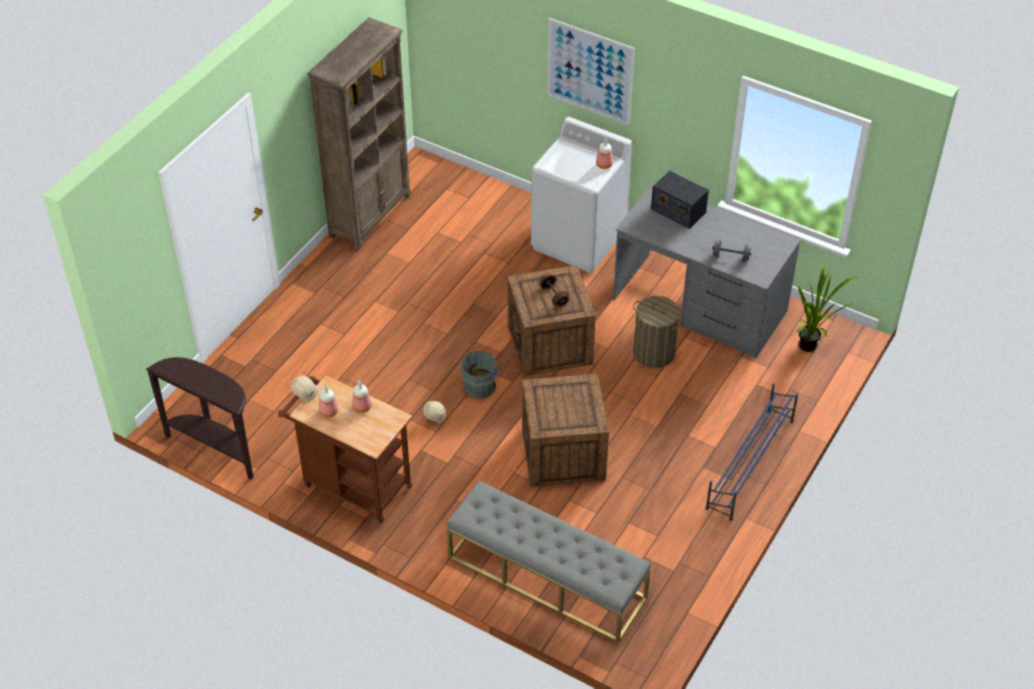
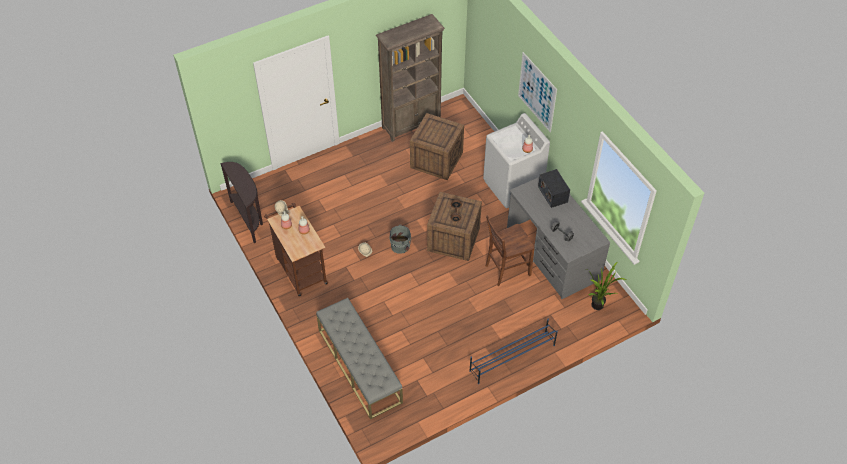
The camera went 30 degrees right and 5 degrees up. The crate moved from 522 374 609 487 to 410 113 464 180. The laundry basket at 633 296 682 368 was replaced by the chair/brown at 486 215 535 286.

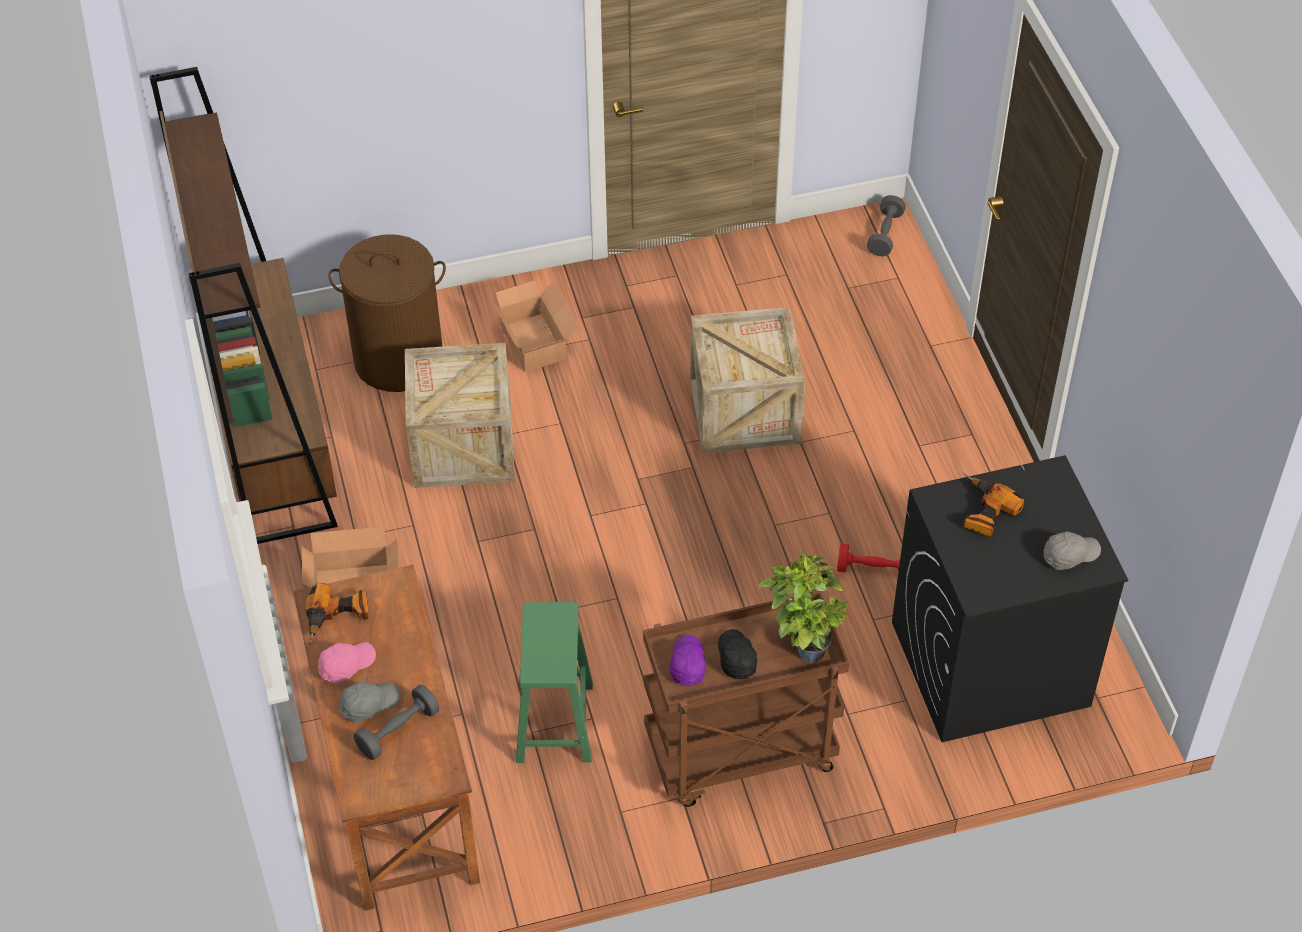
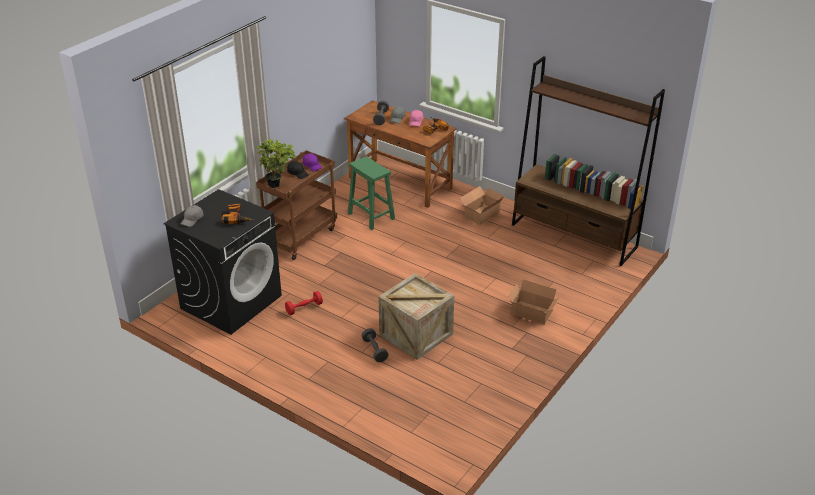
The camera went 140 degrees right and 15 degrees down. The laundry basket/brown at 328 234 446 392 disappeared. The crate at 405 343 515 488 disappeared. The dumbbell/grey moved from 867 195 906 256 to 362 328 388 362.

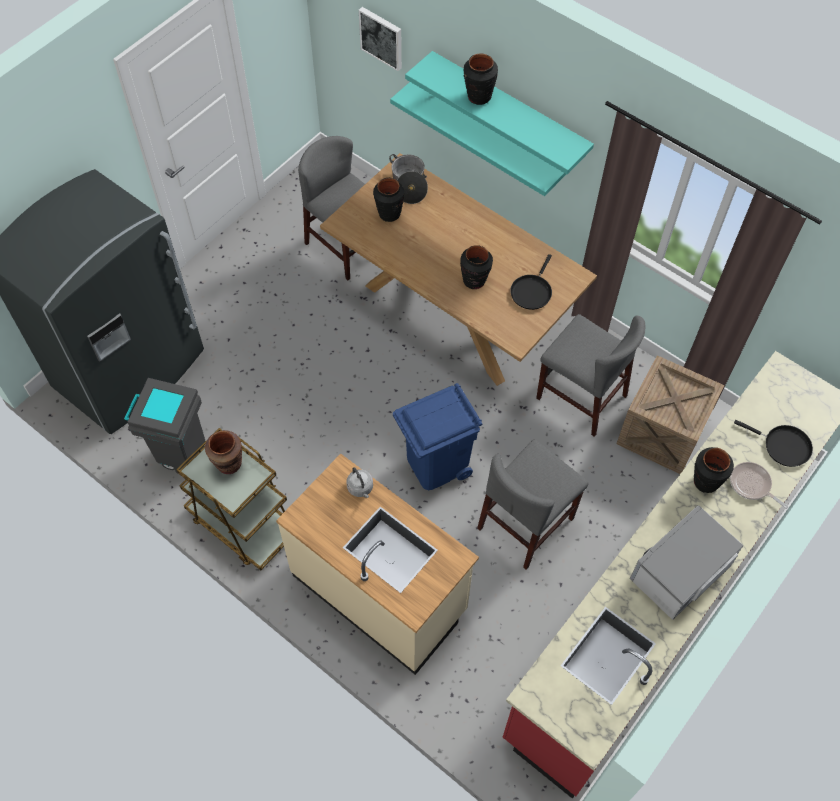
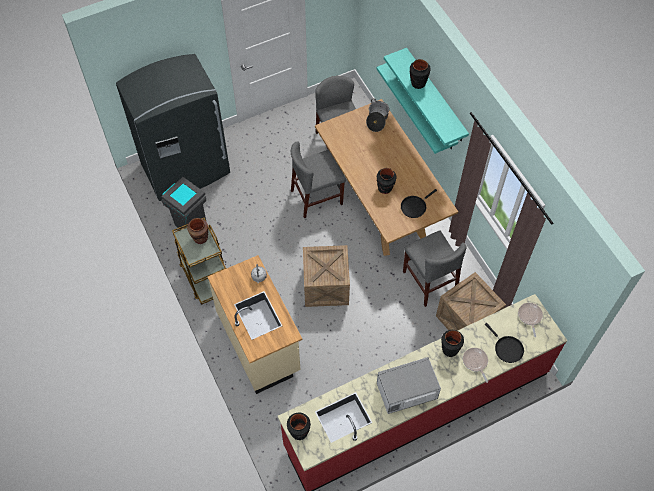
The camera went 25 degrees right and 0 degrees up. The picture at 359 7 402 71 disappeared. The vase/black moved from 373 178 404 222 to 287 412 311 440. The trash can/blue at 393 383 482 490 was replaced by the crate at 303 245 350 307. The chair/grey moved from 477 440 588 570 to 291 141 346 218. The frying pan at 518 303 543 337 appeared.

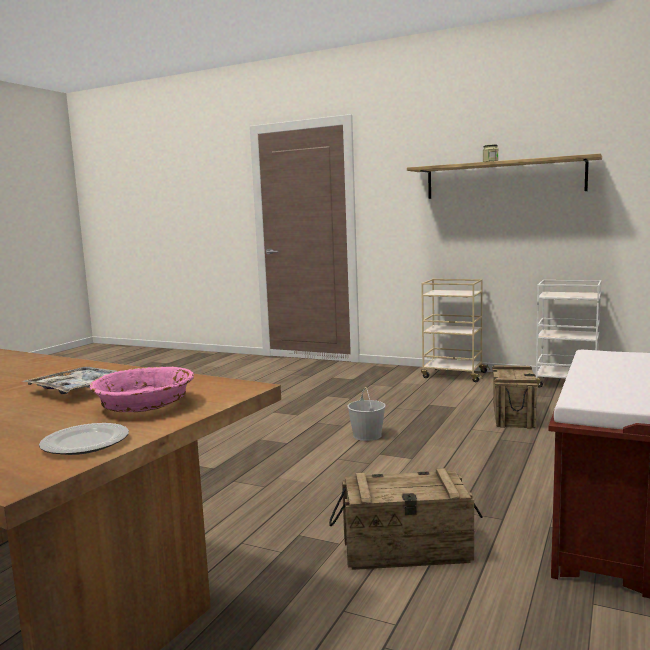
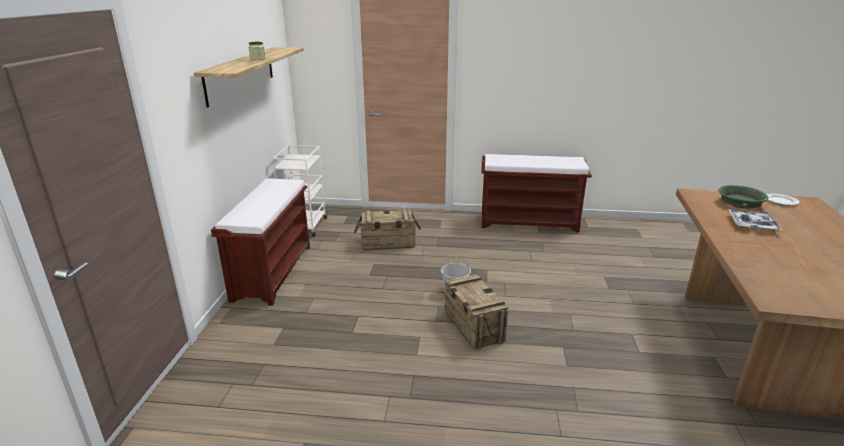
The camera went 110 degrees left and 15 degrees up. The bowl/pink at 90 367 194 412 became the bowl/green at 719 185 769 208. The crate moved from 329 468 483 570 to 445 274 508 350. The cart/beige at 421 279 490 382 was replaced by the bench/brown at 211 178 310 306.

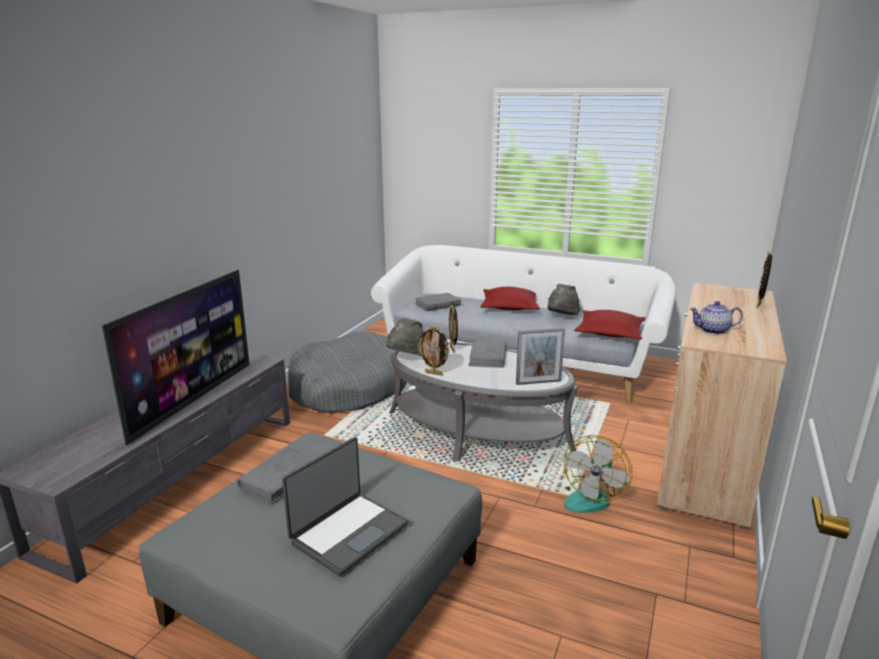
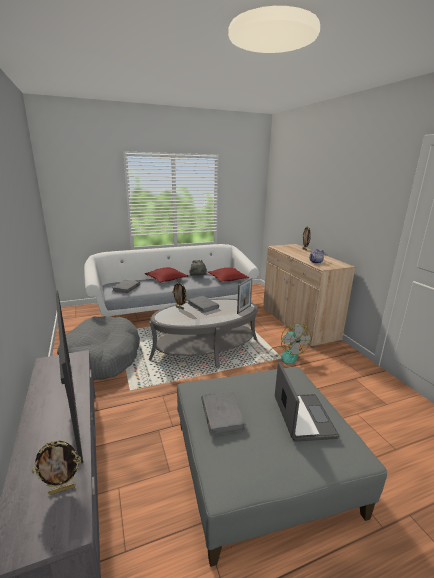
The camera went 45 degrees left and 0 degrees up. The hat/grey at 386 318 424 356 disappeared. The picture frame moved from 418 326 450 376 to 32 441 81 495.

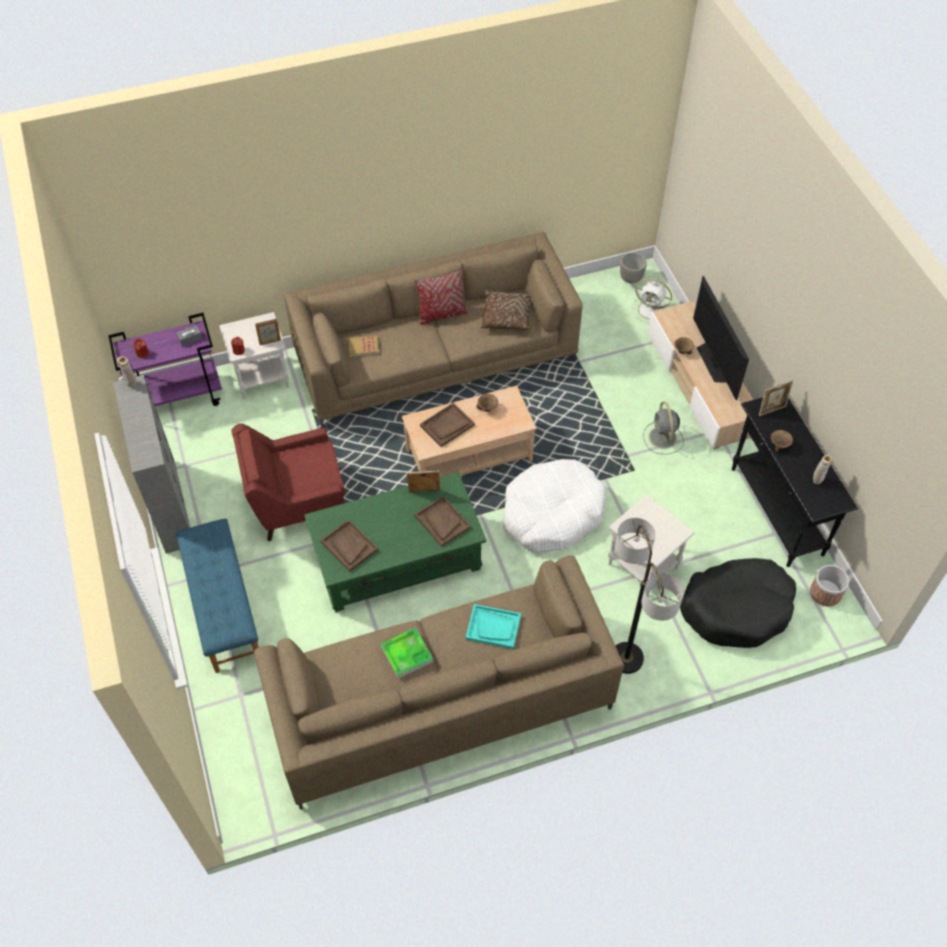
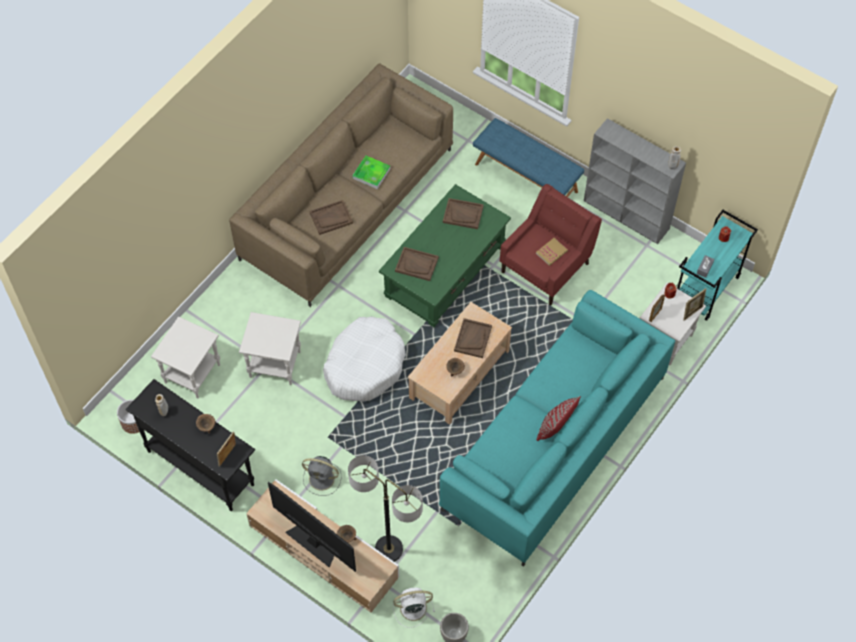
The camera went 145 degrees right and 5 degrees up. The cart/purple at 108 313 222 406 became the cart/turquoise at 676 210 758 321. The sofa/brown at 284 232 583 427 became the sofa/turquoise at 439 290 675 567. The book moved from 348 335 379 357 to 536 238 568 266. The picture frame moved from 406 470 440 492 to 683 288 706 321. The tray/turquoise at 466 604 521 649 became the tray/brown at 310 200 353 235. The pillow/brown at 480 290 531 330 disappeared. The floor lamp moved from 615 518 684 674 to 348 455 423 562. The fan/grey at 643 401 684 454 turned 150 degrees clockwise. The dog bed/black at 680 558 796 648 was replaced by the side table/white at 151 316 220 398.

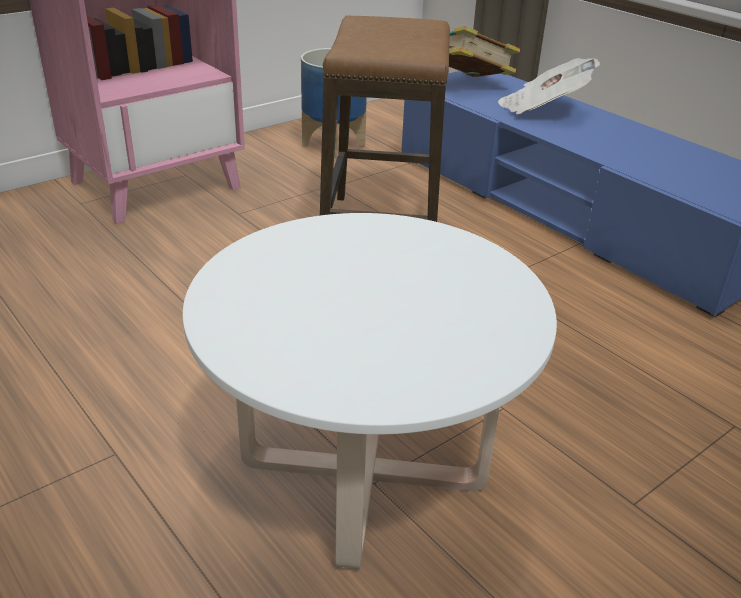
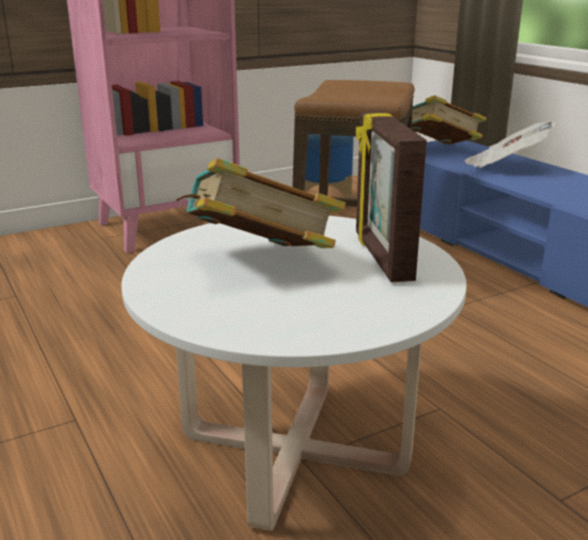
The camera went 10 degrees right and 10 degrees down. The book at 176 158 346 248 appeared. The picture frame at 356 111 427 282 appeared.

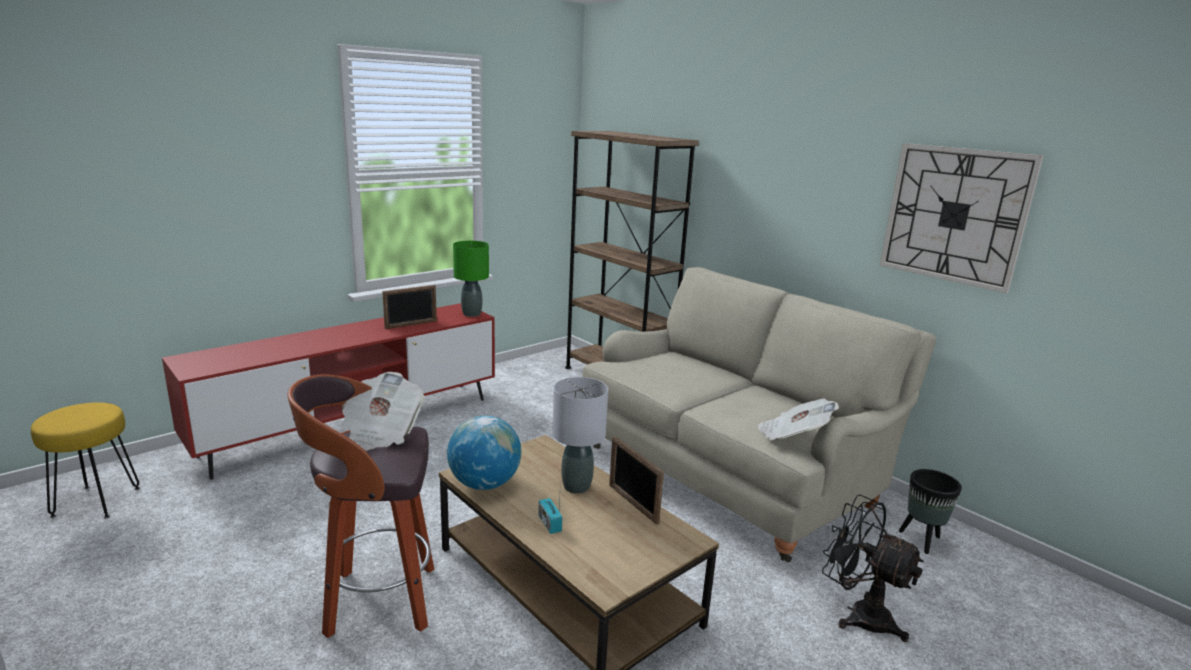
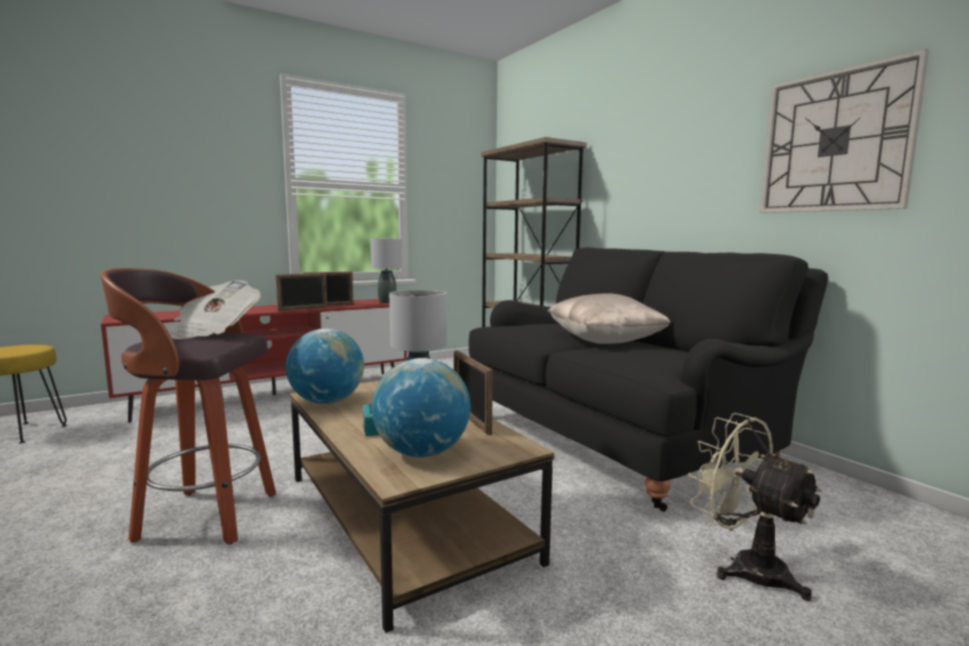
The camera went 10 degrees right and 10 degrees down. The table lamp/green at 453 241 489 317 became the table lamp/grey at 370 239 402 303. The sofa/beige at 582 267 936 563 became the sofa/black at 469 247 828 512. The newspaper at 757 398 839 441 disappeared. The fan/black at 822 494 924 642 became the fan/beige at 688 413 823 601. The planter/black at 899 469 962 554 disappeared. The picture frame at 276 273 327 311 appeared. The globe at 372 358 470 457 appeared. The pillow/beige at 547 293 671 344 appeared.

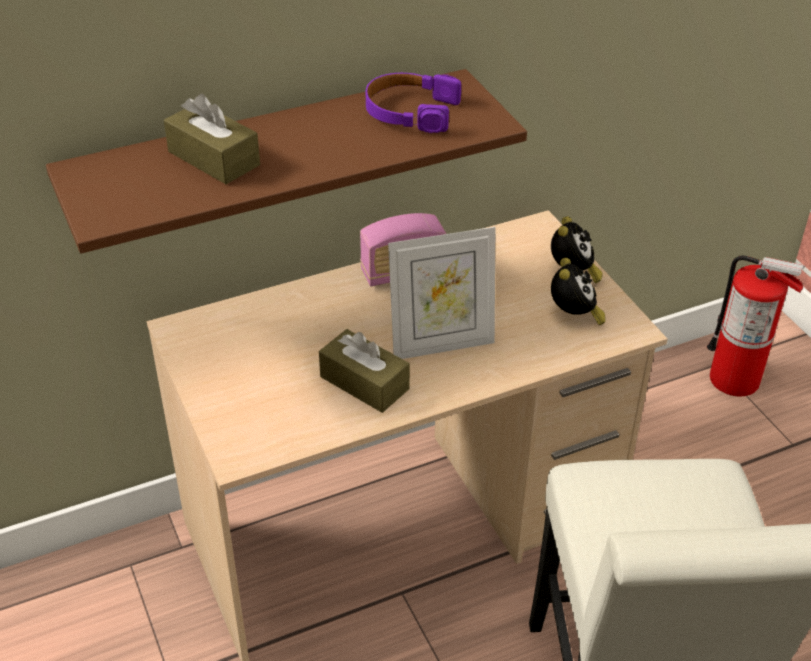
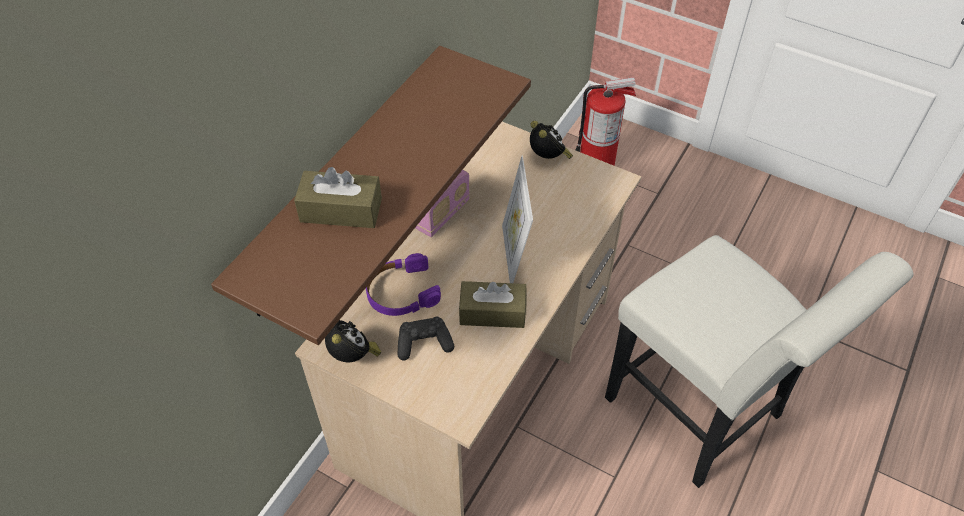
The camera went 35 degrees left and 10 degrees up. The headphones/purple moved from 366 73 461 133 to 366 253 441 316. The picture frame at 388 227 495 359 turned 135 degrees clockwise. The alarm clock moved from 551 258 605 325 to 325 320 381 362. The game controller/black at 398 317 454 361 appeared.

